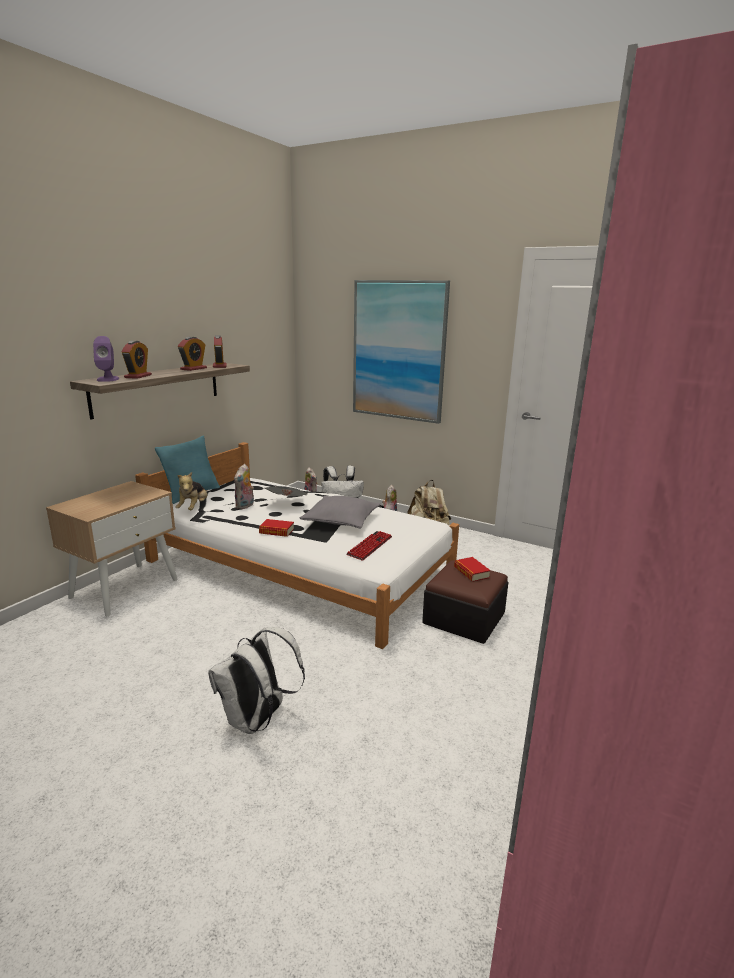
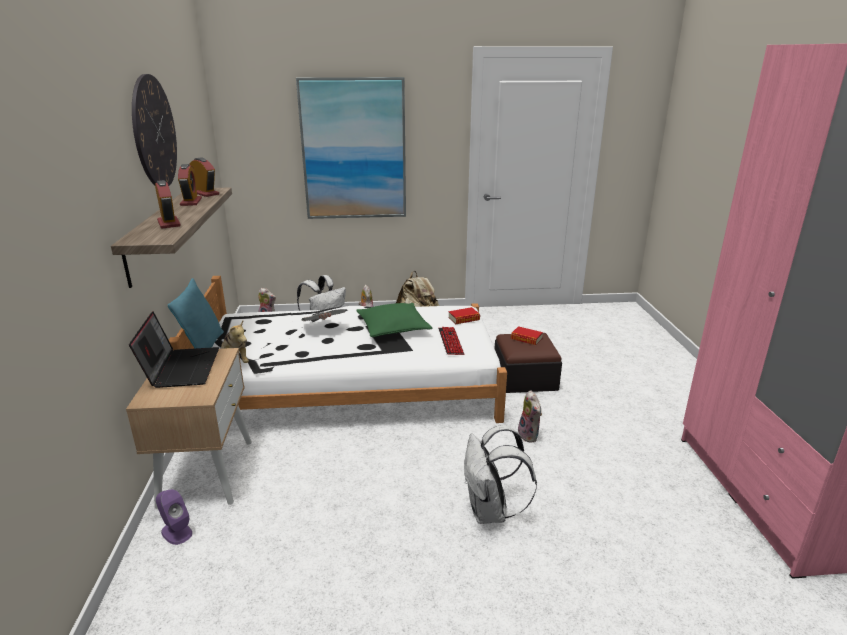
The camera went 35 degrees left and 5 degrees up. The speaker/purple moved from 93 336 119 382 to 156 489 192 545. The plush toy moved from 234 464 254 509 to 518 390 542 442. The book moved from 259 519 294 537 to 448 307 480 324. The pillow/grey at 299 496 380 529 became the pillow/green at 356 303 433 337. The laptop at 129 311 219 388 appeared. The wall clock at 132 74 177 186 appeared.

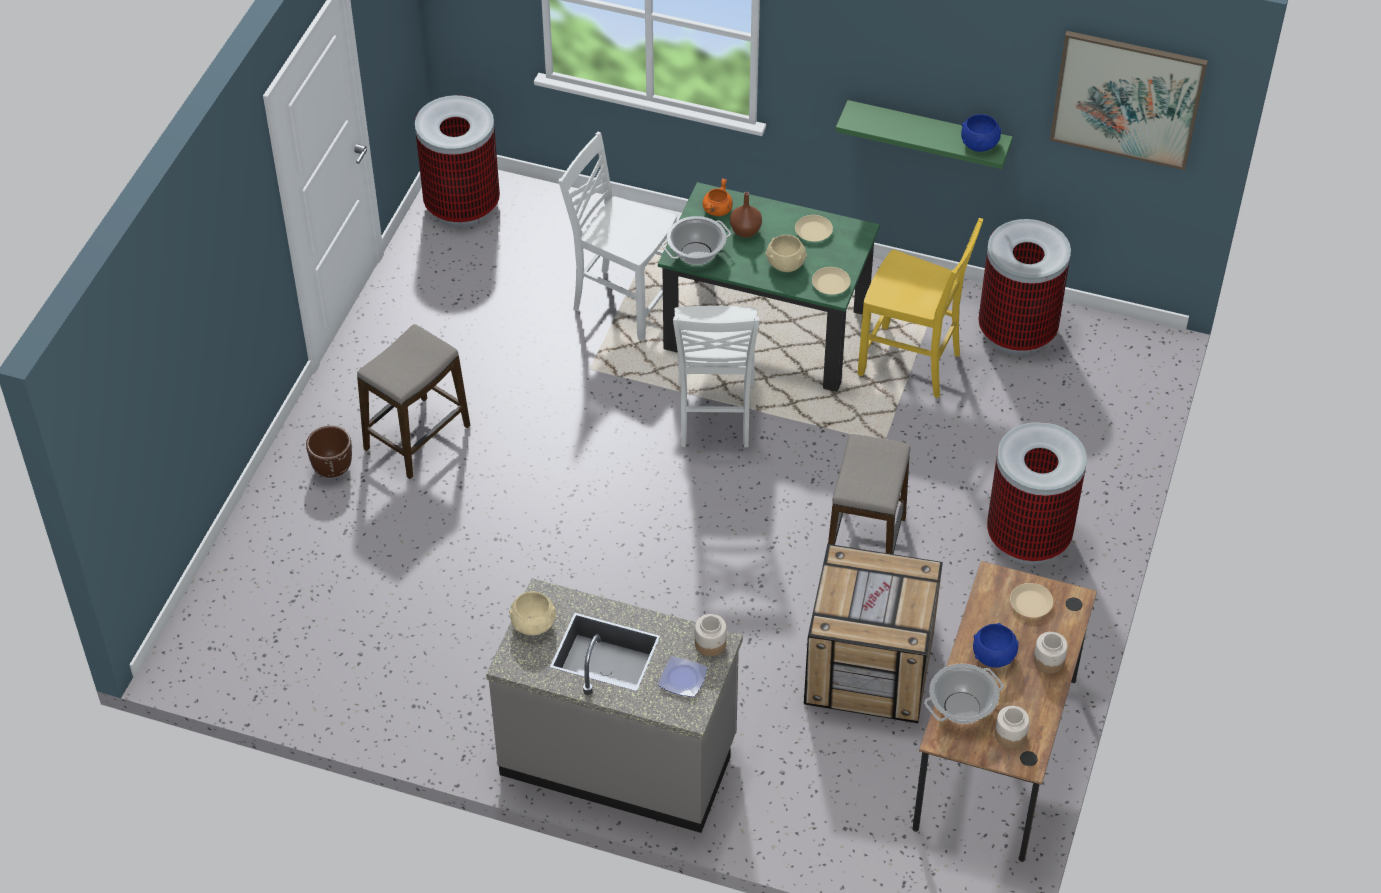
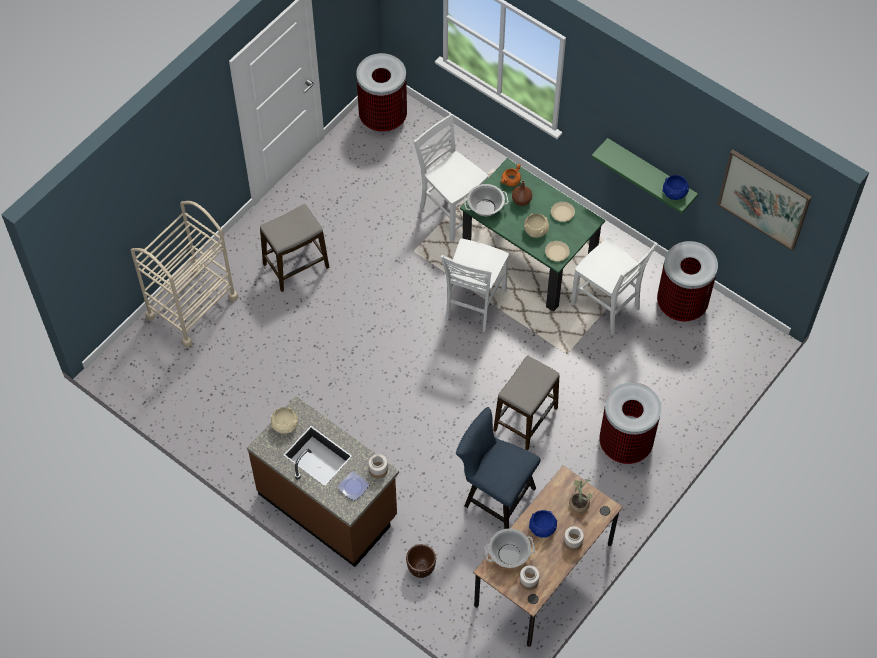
The camera went 20 degrees right and 10 degrees up. The planter/brown moved from 306 426 352 478 to 406 544 436 578. The counter/grey at 486 578 743 833 became the counter/brown at 247 396 399 567. The crate at 804 544 943 723 was replaced by the chair/blue at 456 407 541 529. The chair/yellow at 858 218 983 398 became the chair/white at 571 238 658 335. The plate/beige at 1010 583 1053 617 was replaced by the potted plant at 569 479 593 513. The cart/beige at 130 201 238 348 appeared.

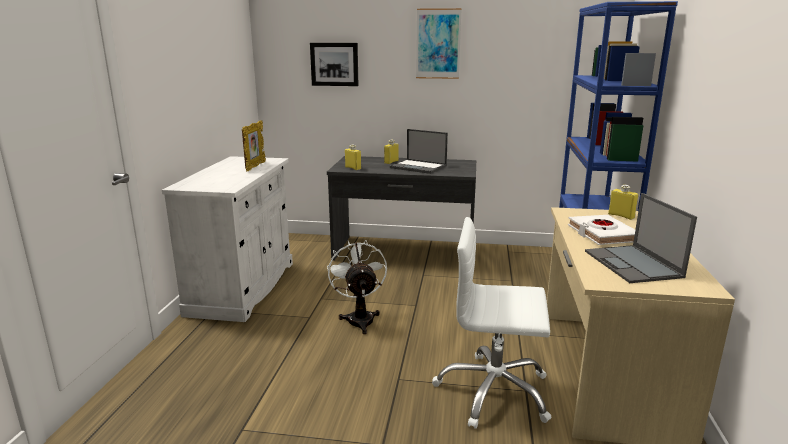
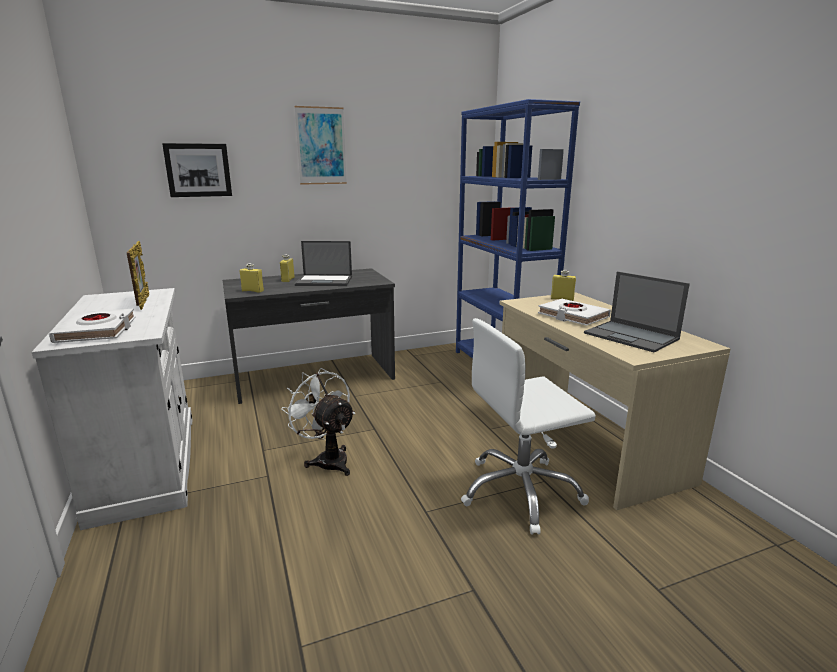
The camera went 30 degrees left and 0 degrees up. The book/white at 49 308 136 343 appeared.

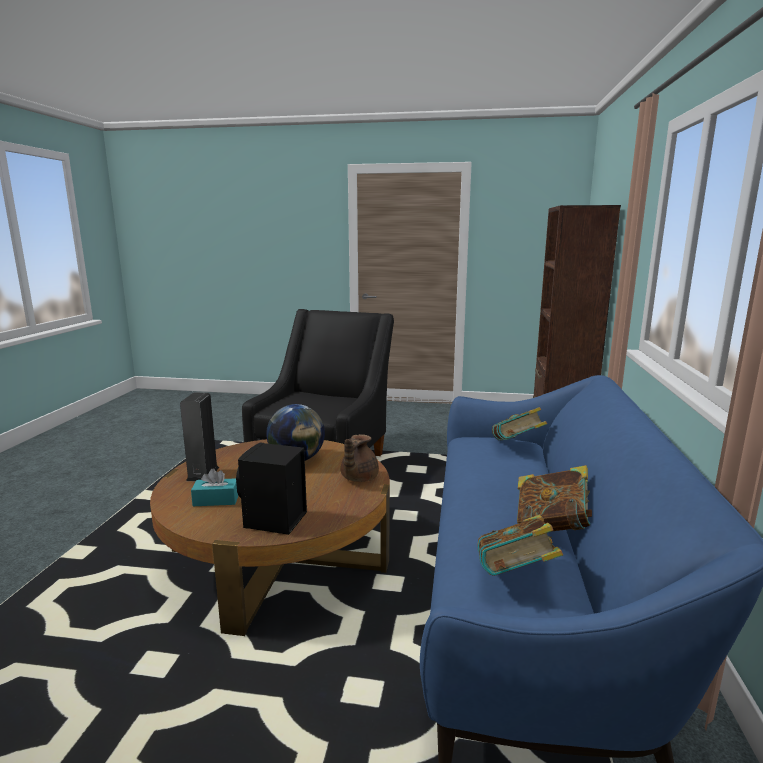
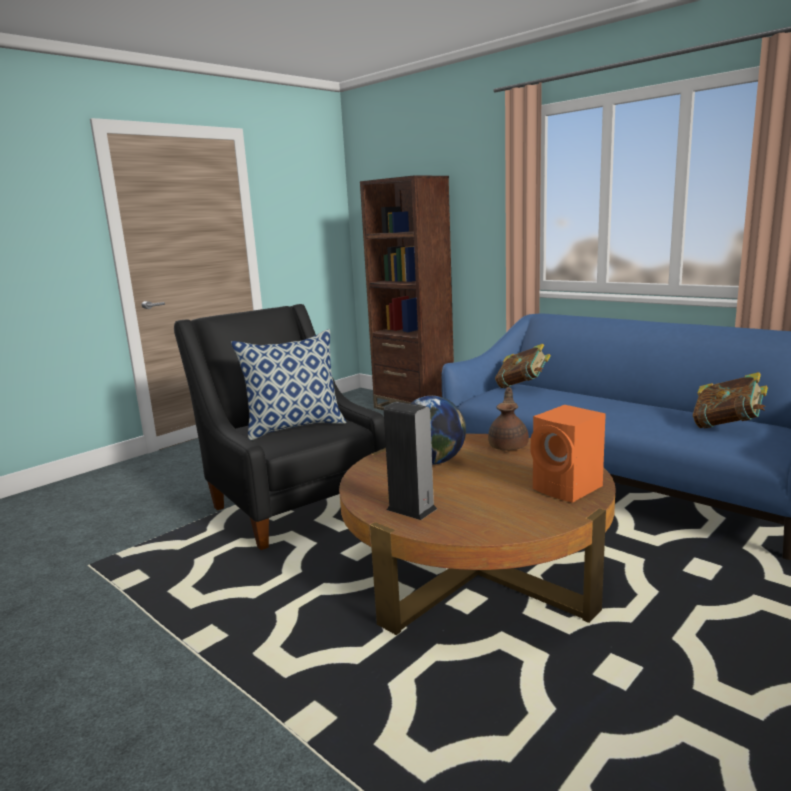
The camera went 55 degrees left and 0 degrees up. The tissue box/turquoise at 191 469 239 506 disappeared. The speaker/black at 236 443 307 535 became the speaker/orange at 531 405 606 503. The teapot/brown at 341 434 379 482 turned 135 degrees counterclockwise. The book at 517 465 592 532 disappeared. The pillow at 231 329 346 440 appeared.

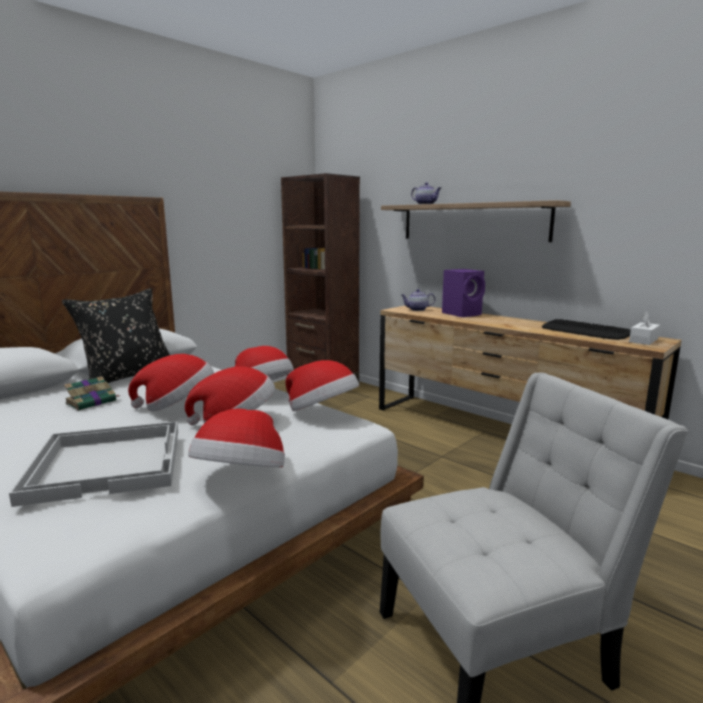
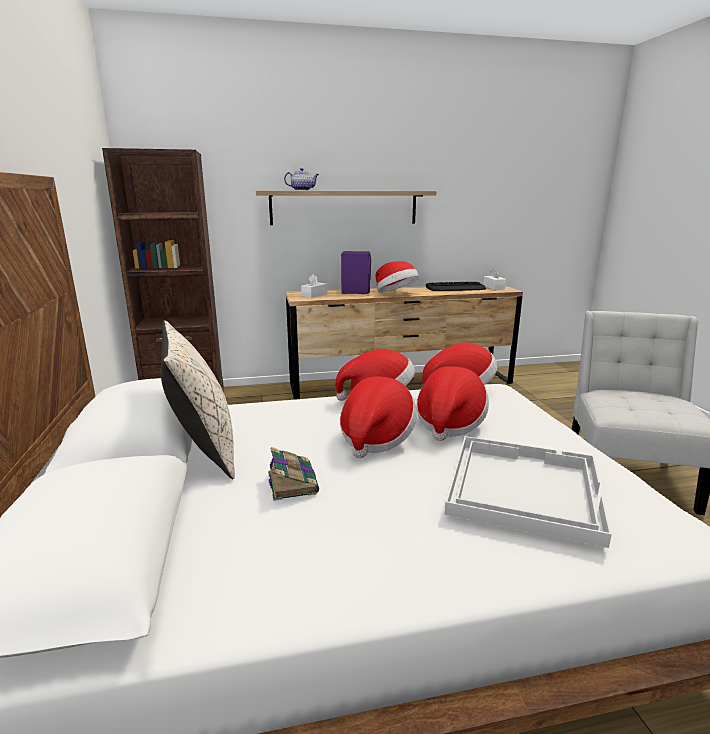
The camera went 55 degrees left and 5 degrees up. The pillow/black at 62 288 170 383 became the pillow/beige at 161 320 235 479. The hat moved from 188 409 285 467 to 376 261 419 292. The teapot at 401 289 435 311 was replaced by the tissue box/white at 301 274 327 298.

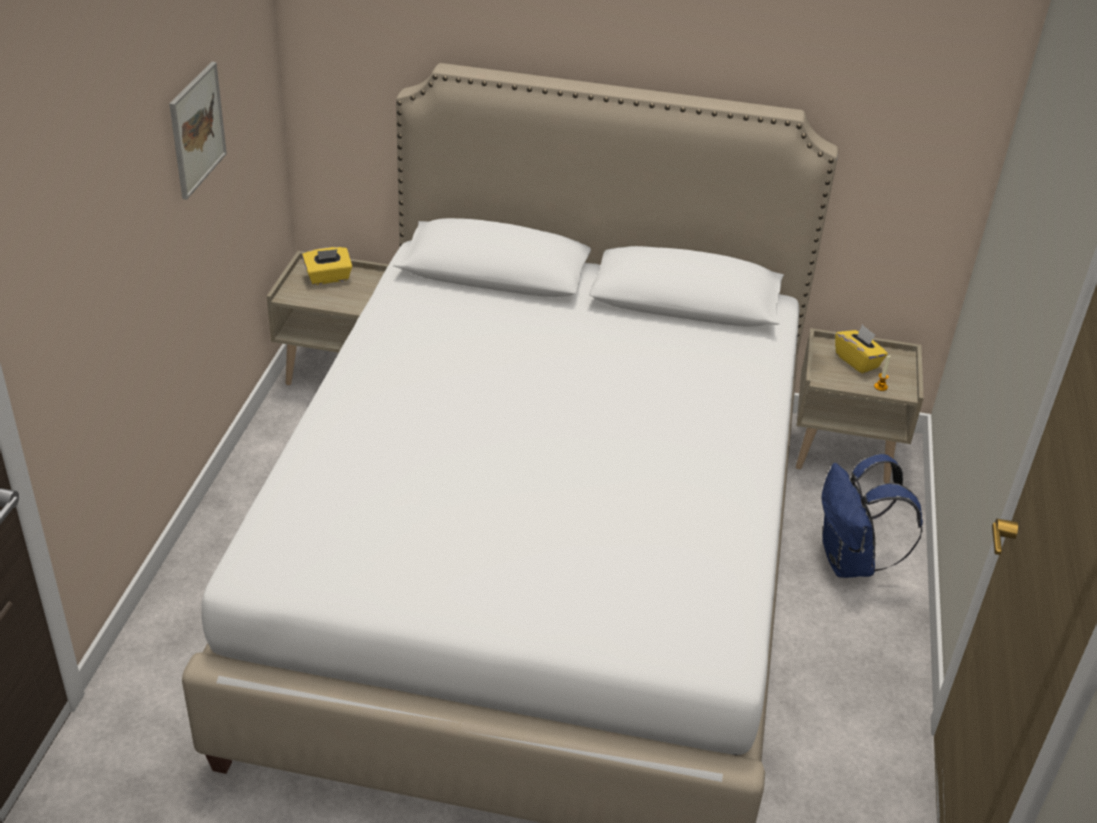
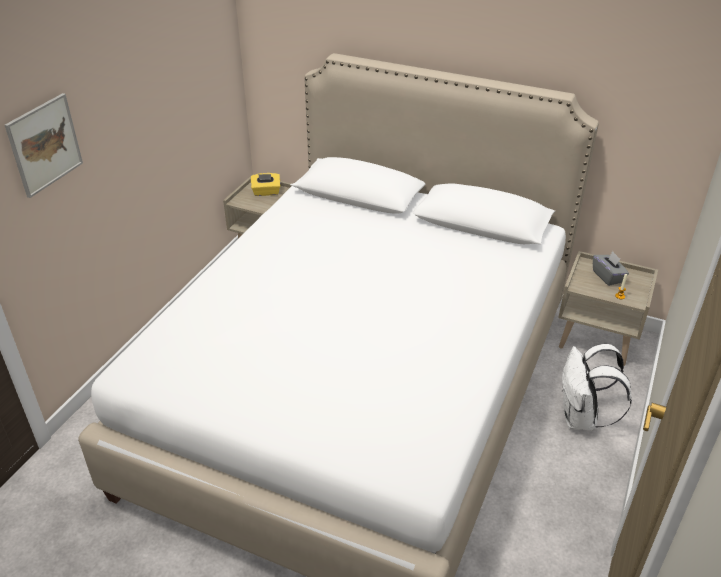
The camera went 15 degrees right and 0 degrees up. The picture moved from 169 62 227 200 to 5 93 83 198. The backpack/blue at 822 454 923 578 became the backpack/white at 562 344 632 431. The tissue box/yellow at 835 324 888 374 became the tissue box/grey at 593 251 629 286.

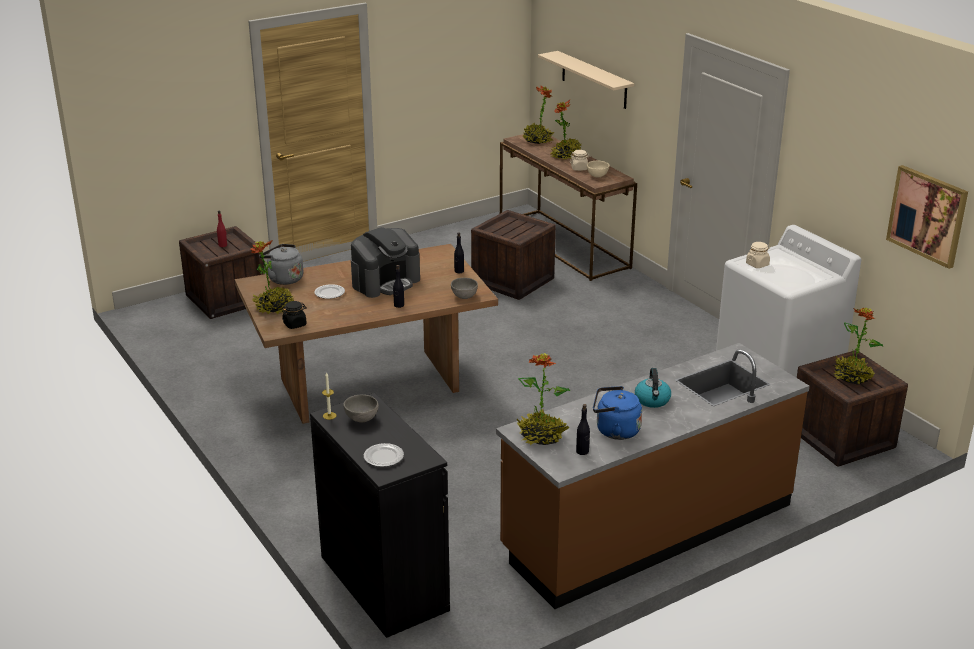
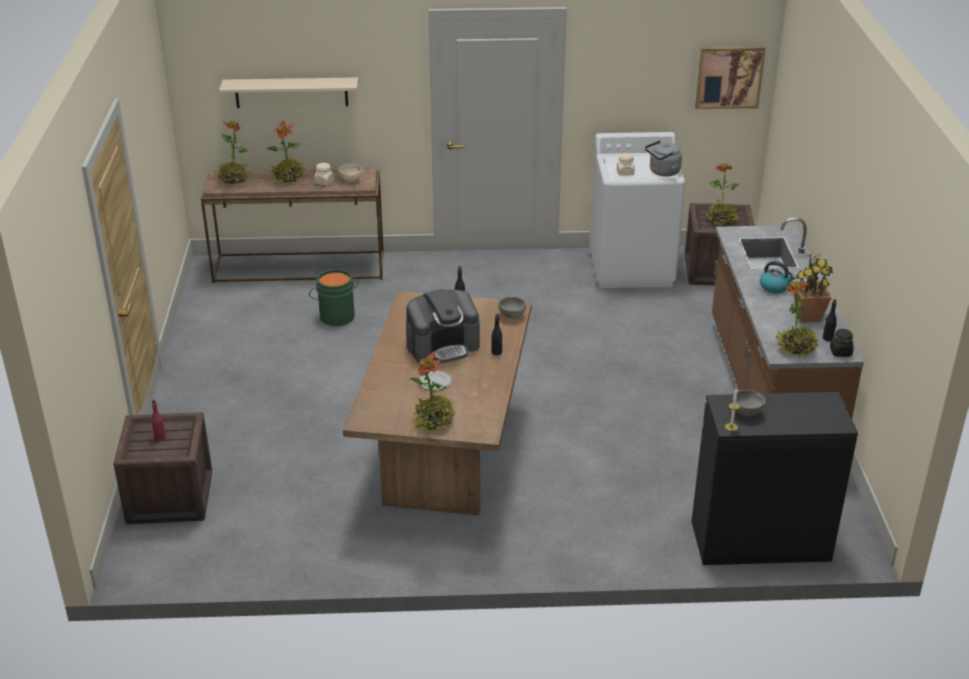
The camera went 60 degrees left and 5 degrees up. The kettle/grey moved from 259 244 303 285 to 645 140 682 177. The jar/black moved from 282 301 307 329 to 830 329 854 357. The coffee machine at 351 227 420 298 turned 75 degrees clockwise. The plate at 364 443 404 467 disappeared. The crate at 471 210 556 300 was replaced by the bucket/green at 309 269 358 326. The kettle/blue at 593 386 642 440 was replaced by the potted plant at 794 253 833 323.

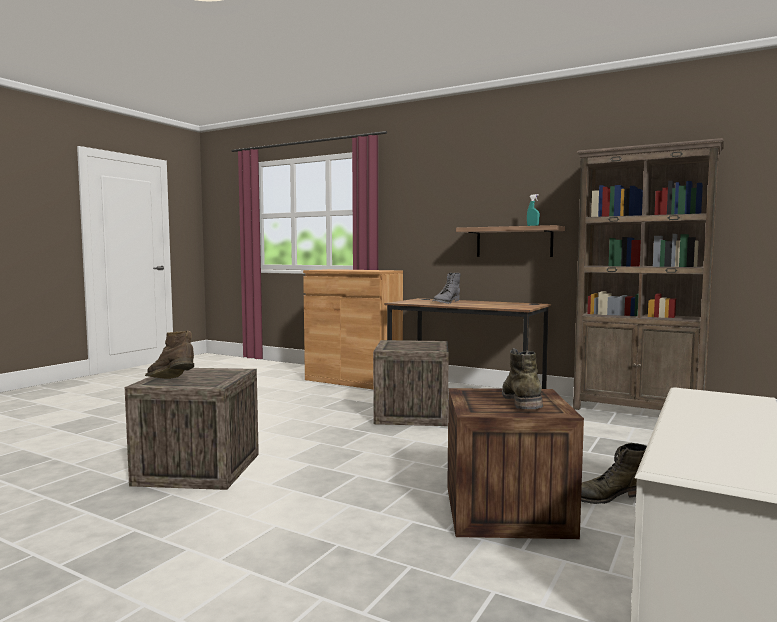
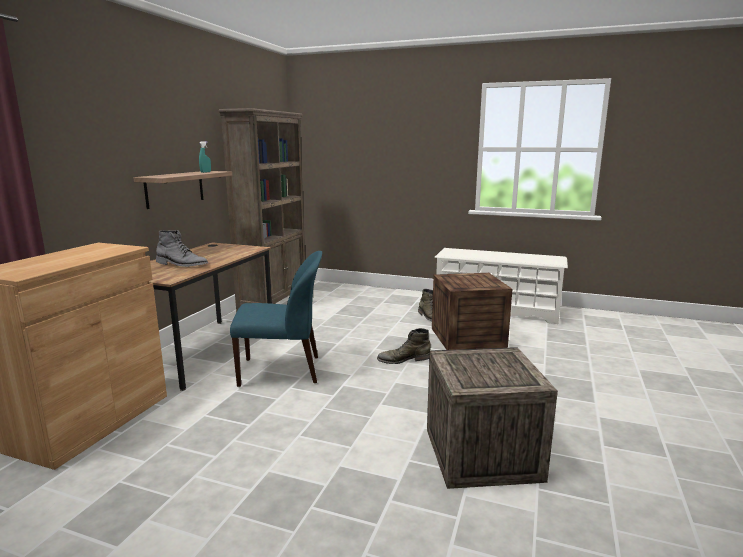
The camera went 100 degrees left and 10 degrees up. The boot/brown at 145 330 194 379 disappeared. The crate at 373 340 449 426 was replaced by the chair/blue at 230 251 322 387. The boot/green moved from 502 348 543 409 to 377 328 431 364.

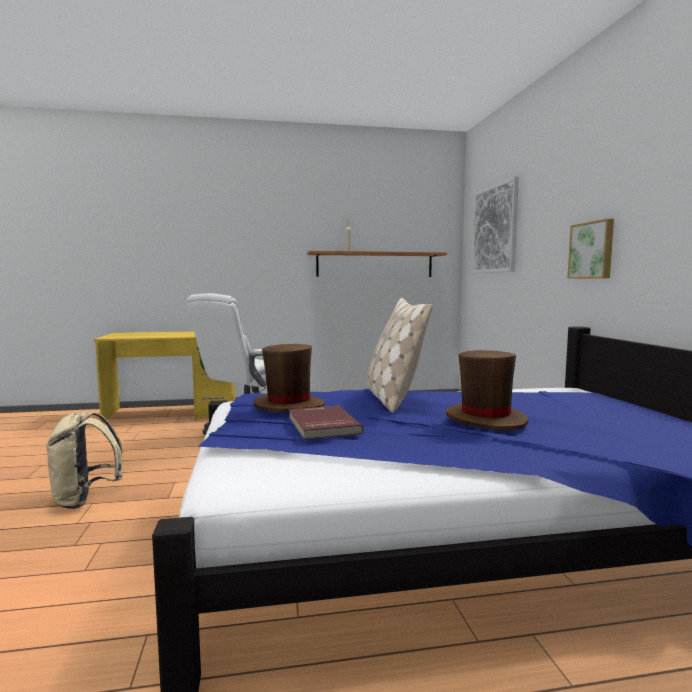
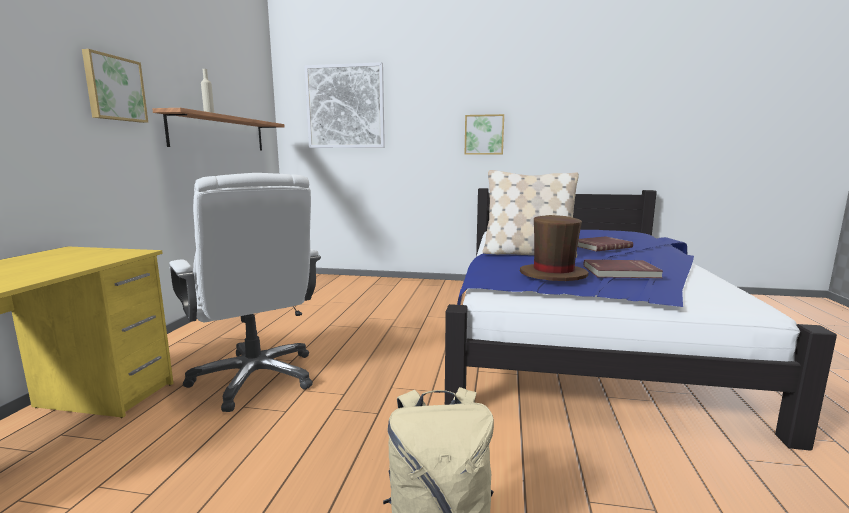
The camera went 70 degrees left and 5 degrees up. The hat/brown at 446 350 528 430 was replaced by the book/red at 577 236 633 251. The picture at 82 49 148 123 appeared.

